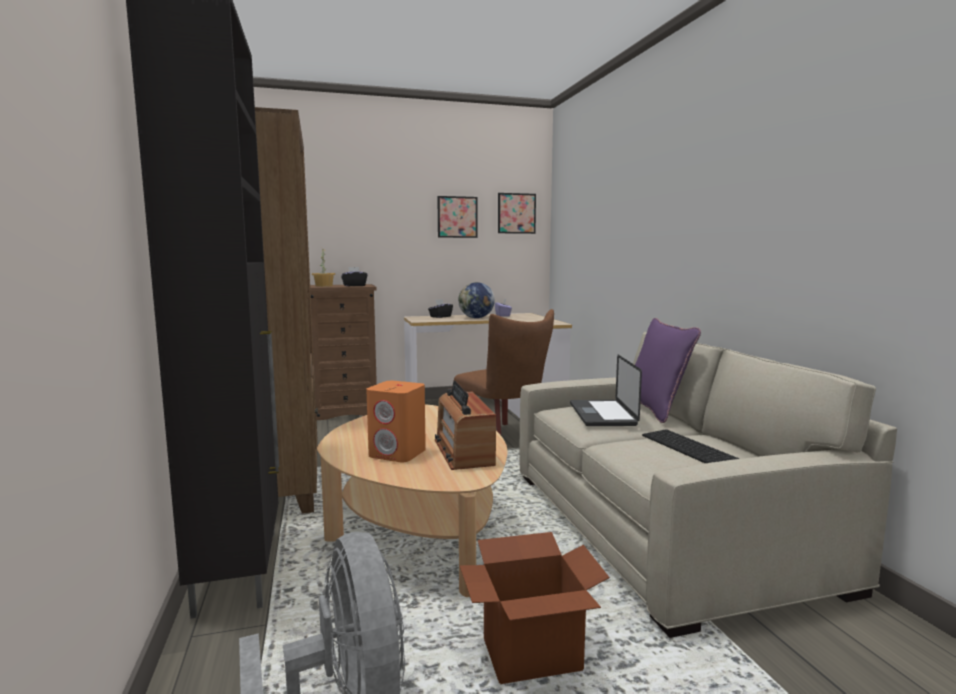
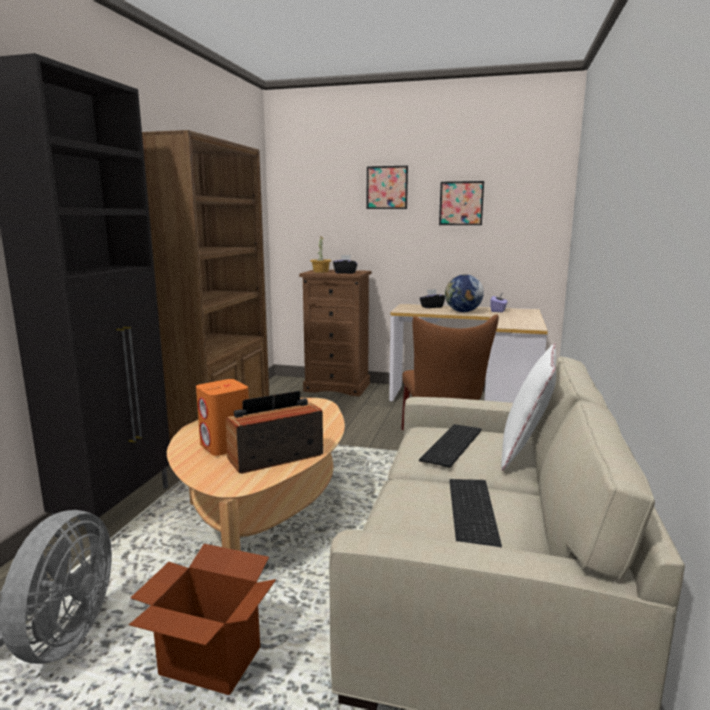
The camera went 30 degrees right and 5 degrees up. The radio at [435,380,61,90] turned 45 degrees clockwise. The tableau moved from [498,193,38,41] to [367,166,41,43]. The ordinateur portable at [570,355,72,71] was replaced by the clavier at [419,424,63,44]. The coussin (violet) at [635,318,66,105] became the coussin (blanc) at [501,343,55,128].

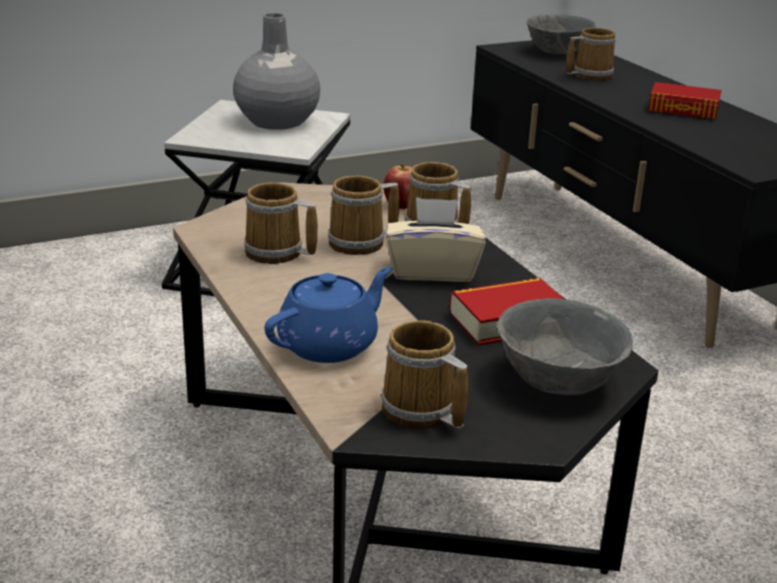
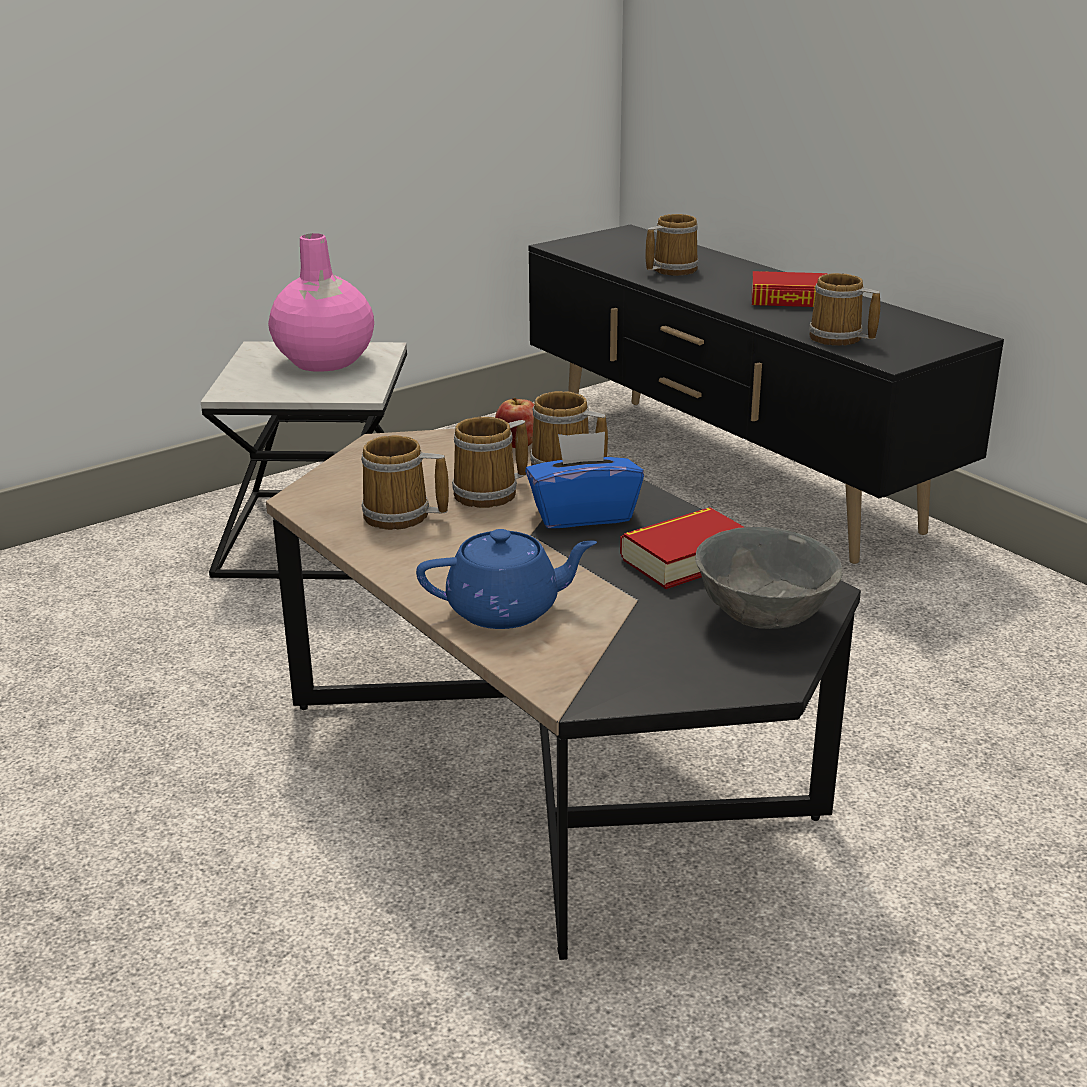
The camera went 10 degrees left and 0 degrees up. The vase (gris) at [233,13,87,117] became the vase (rose) at [268,233,106,139]. The théière (bleu) at [265,267,128,96] turned 45 degrees clockwise. The boîte à mouchoirs (beige) at [386,197,100,85] became the boîte à mouchoirs (bleu) at [525,432,119,96]. The mug moved from [381,320,87,109] to [809,273,71,73]. The bol (gris) at [527,14,69,40] disappeared.

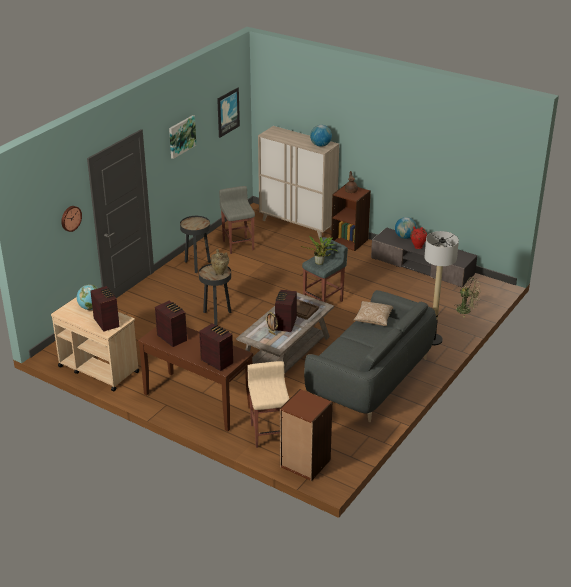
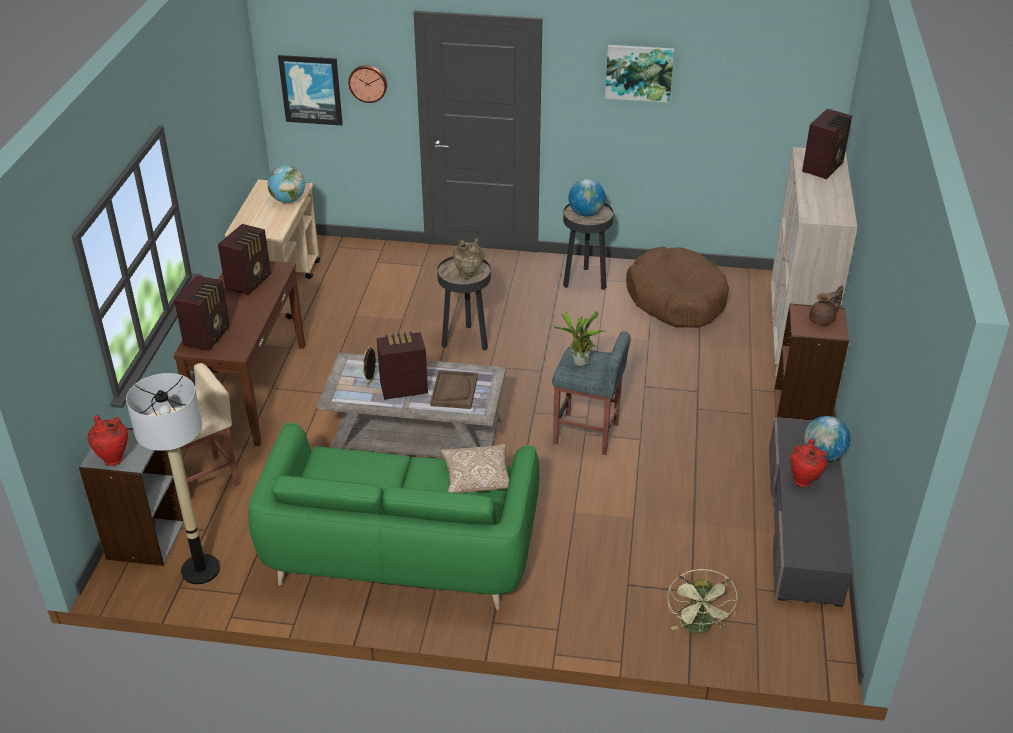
The camera went 65 degrees right and 5 degrees up. The bibliothèque (marron) at [280,389,52,92] became the bibliothèque (gris) at [79,428,105,138]. The vase (rouge) at [88,415,40,51] appeared. The lampadaire moved from [424,231,35,115] to [126,373,94,211]. The canapé (gris) at [304,290,133,132] became the canapé (vert) at [248,422,292,188]. The tableau moved from [217,88,23,50] to [278,55,65,71]. The globe moved from [310,125,22,22] to [568,179,38,37]. The tabouret (gris) at [219,186,36,68] was replaced by the panier pour chien (marron) at [626,246,103,82]. The radio moved from [90,286,30,46] to [802,109,50,70].

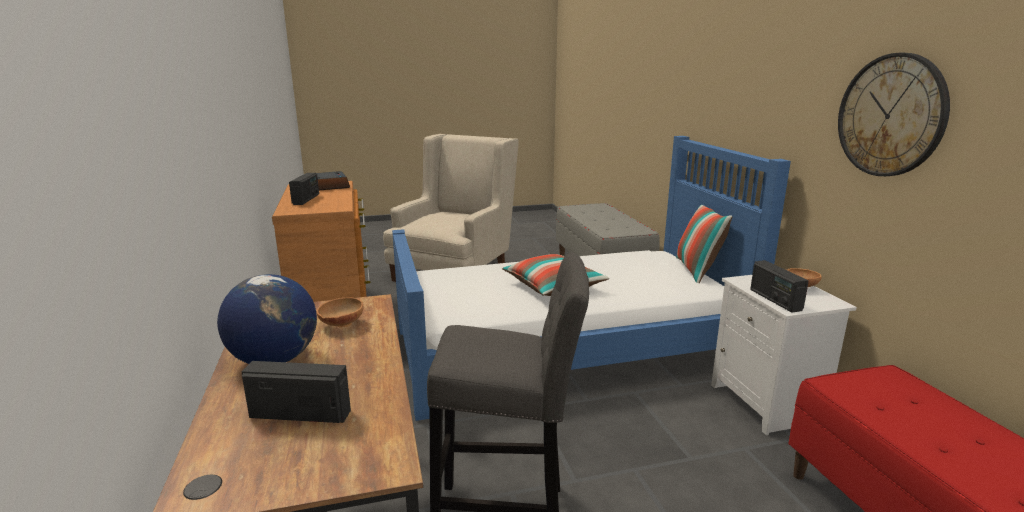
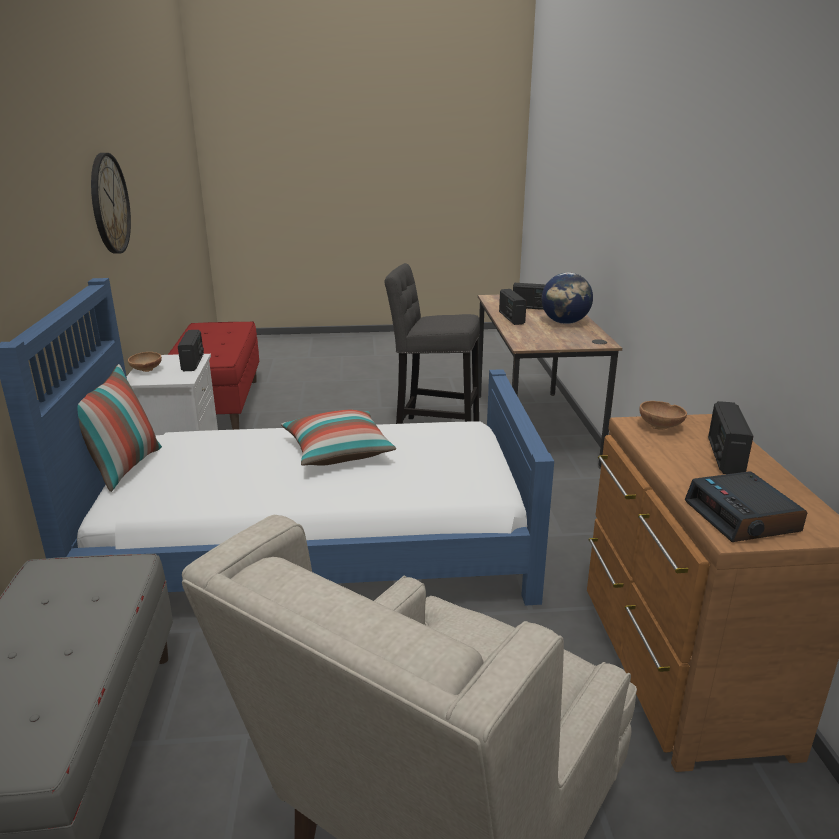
The camera went 170 degrees left and 5 degrees up. The radio at [499,289,28,36] appeared. The bol (marron) moved from [317,297,46,31] to [639,401,48,28].

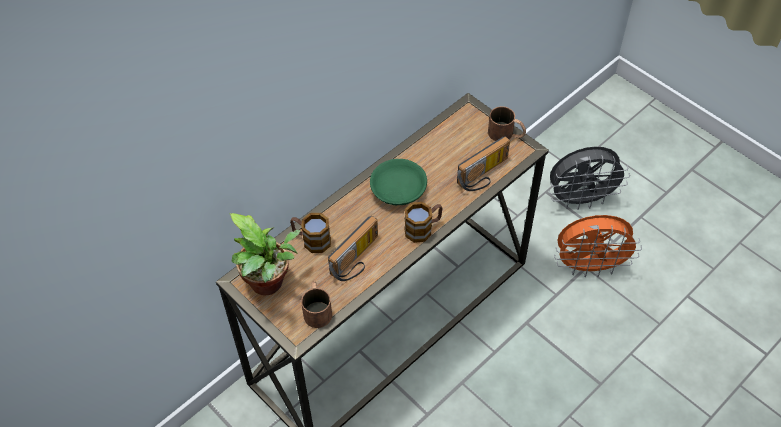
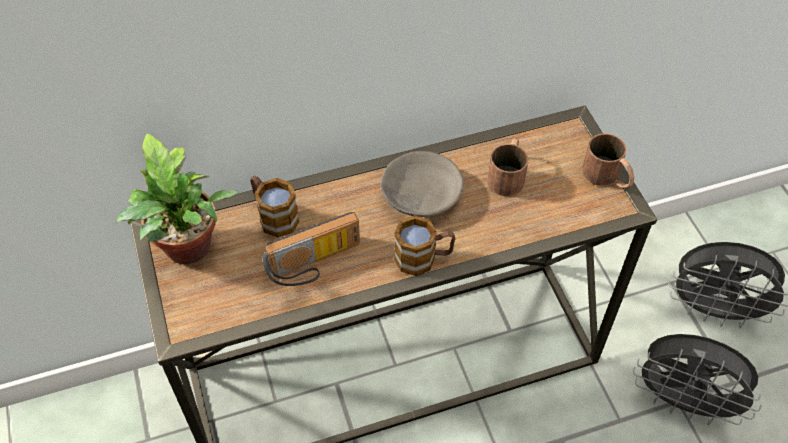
The camera went 25 degrees right and 0 degrees up. The bol (vert) at [370,159,57,46] became the bol (gris) at [381,151,83,66]. The mug (marron) moved from [301,281,31,47] to [487,138,42,58]. The ventilateur (orange) at [554,215,88,62] became the ventilateur (gris) at [633,334,129,92]. The radio at [457,136,53,55] disappeared.

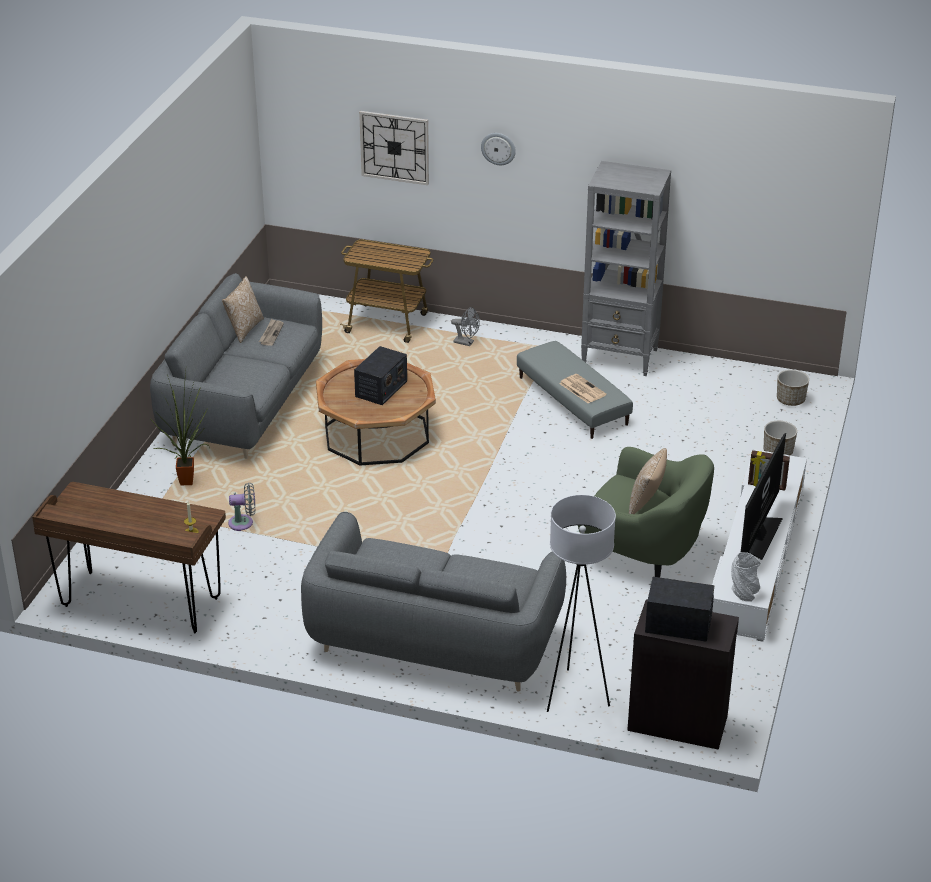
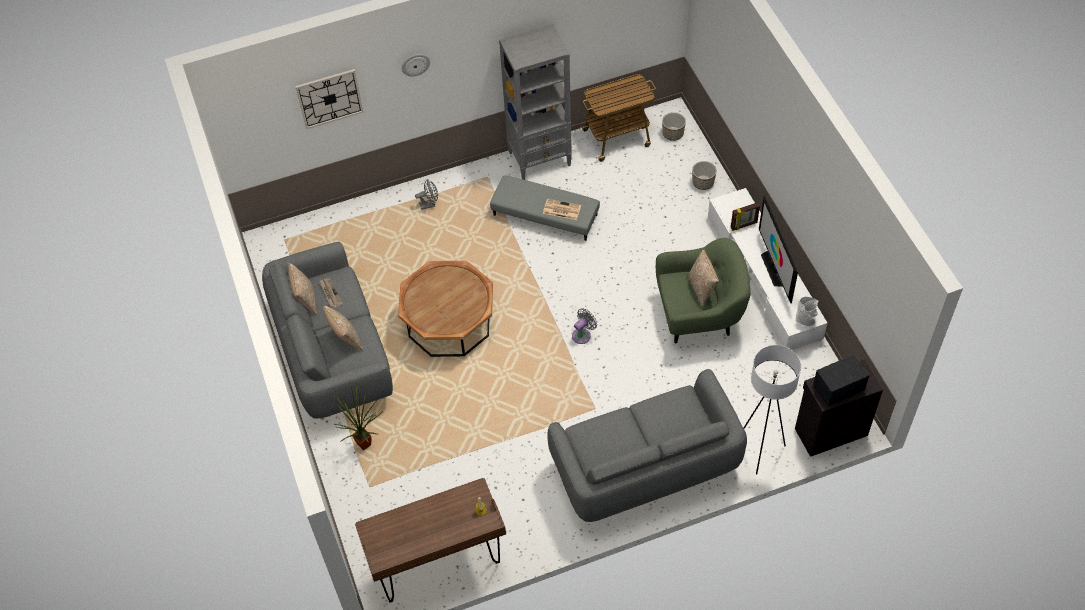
The camera went 35 degrees left and 20 degrees up. The coussin at [323,306,40,45] appeared. The ventilateur (gris) moved from [228,483,27,48] to [572,308,25,36]. The chariot moved from [340,239,93,104] to [580,74,76,88]. The radio at [354,346,53,59] disappeared.

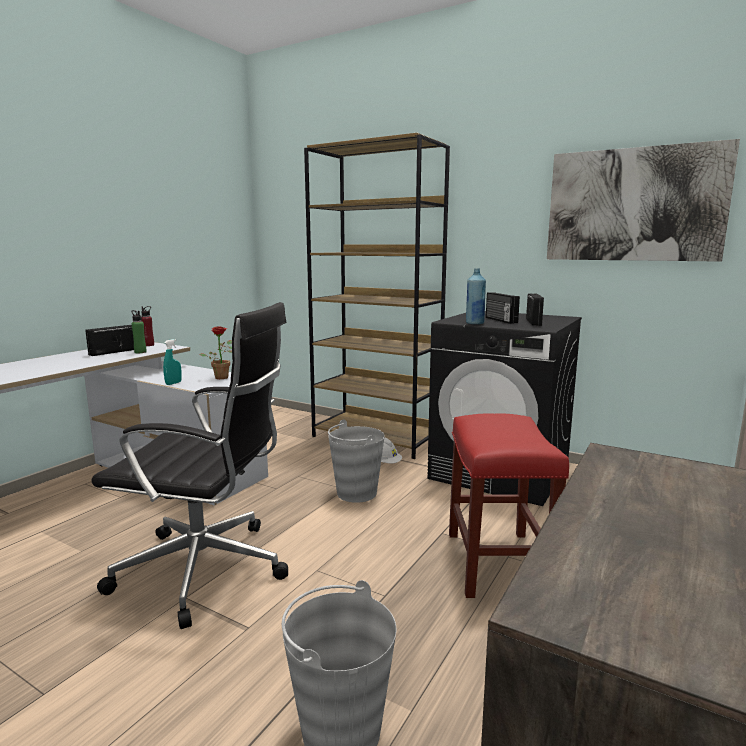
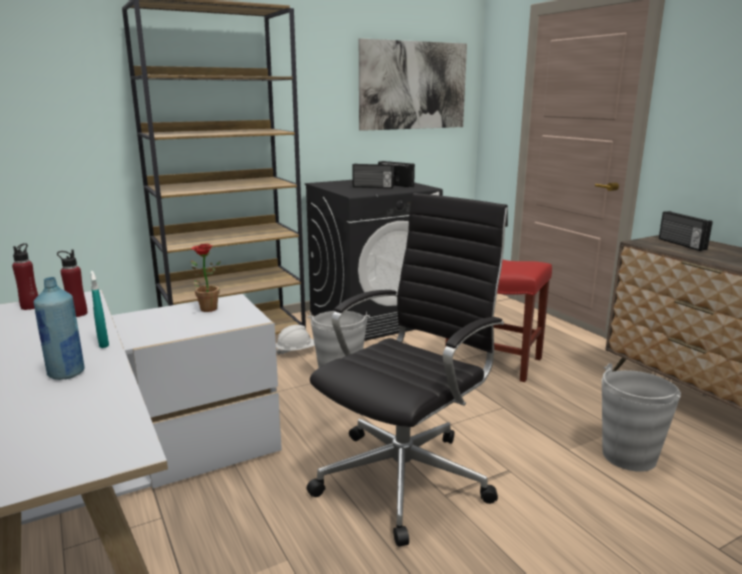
The camera went 60 degrees left and 5 degrees up. The bouteille (bleu) moved from [466,268,20,56] to [34,277,50,103]. The bouteille (vert) at [131,310,16,43] became the bouteille (rouge) at [57,250,30,67]. The vaporisateur (turquoise) moved from [163,339,19,46] to [90,271,19,77]. The radio moved from [85,325,49,31] to [659,211,53,40].

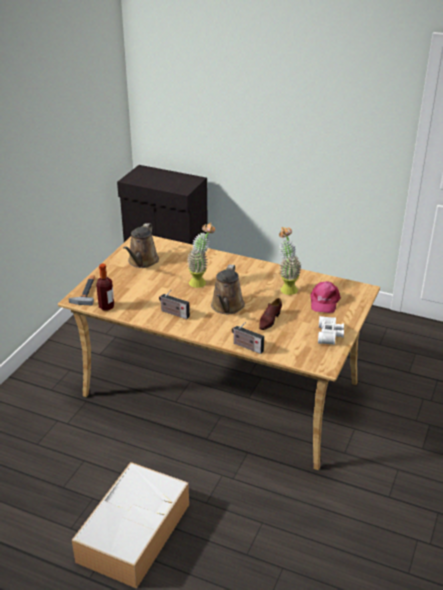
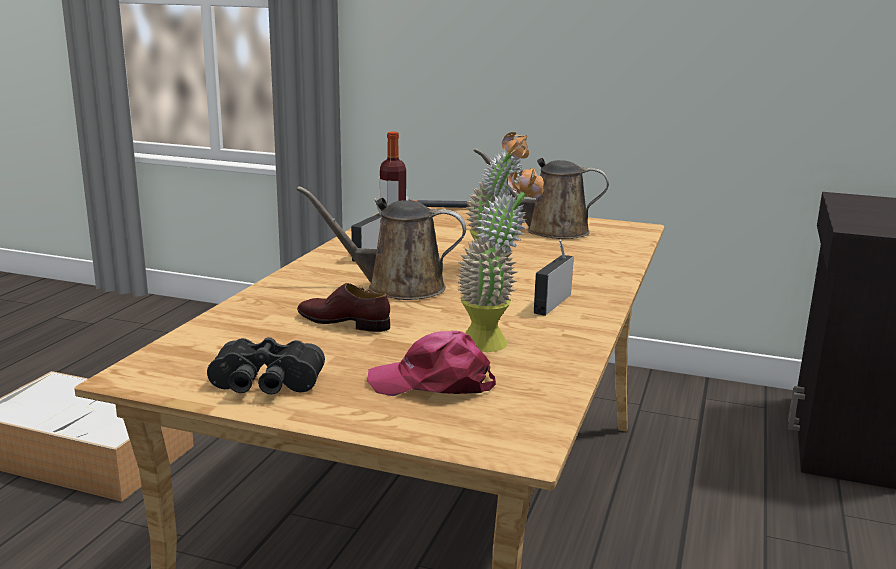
The camera went 85 degrees right and 15 degrees down. The jumelles (blanc) at [318,316,26,29] became the jumelles (noir) at [207,337,118,58]. The radio moved from [232,322,32,32] to [534,240,40,76].

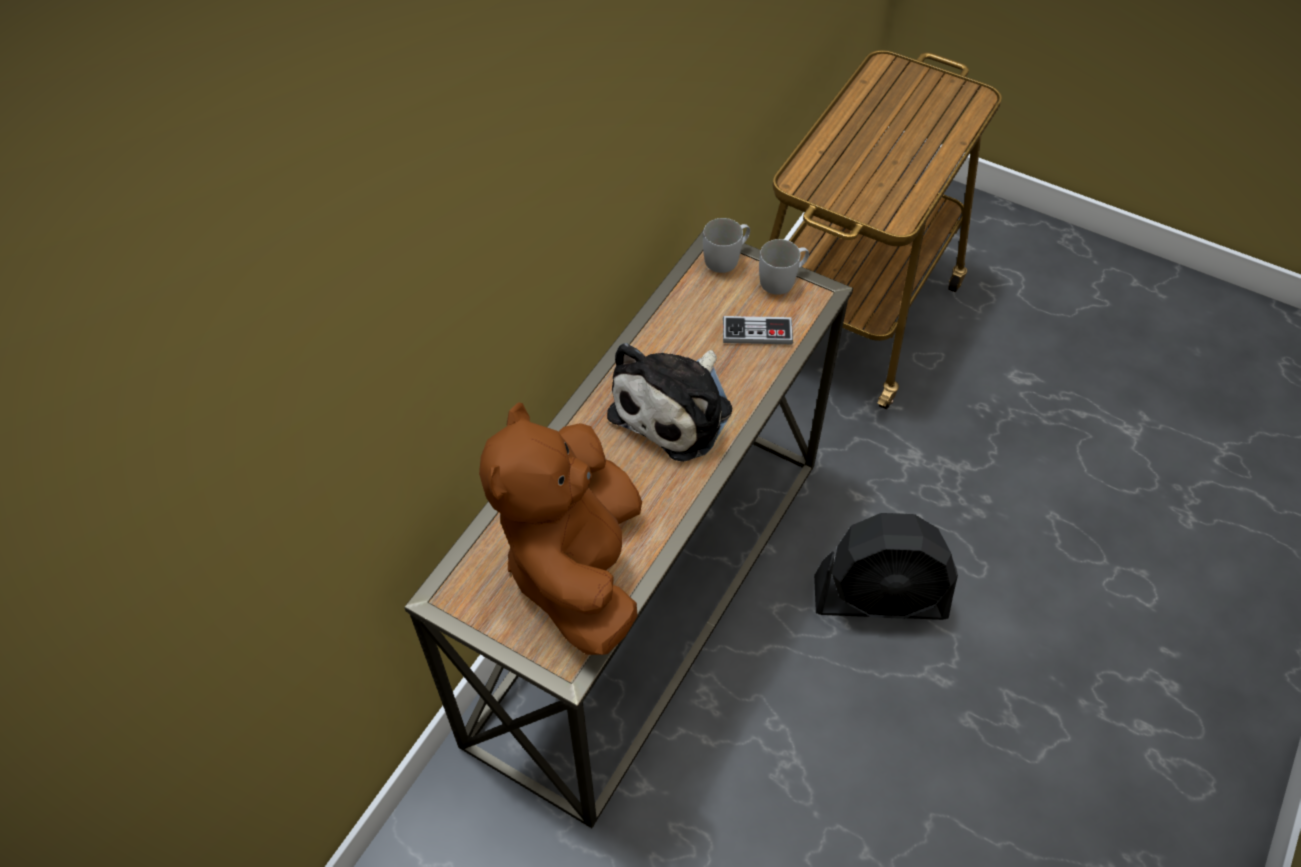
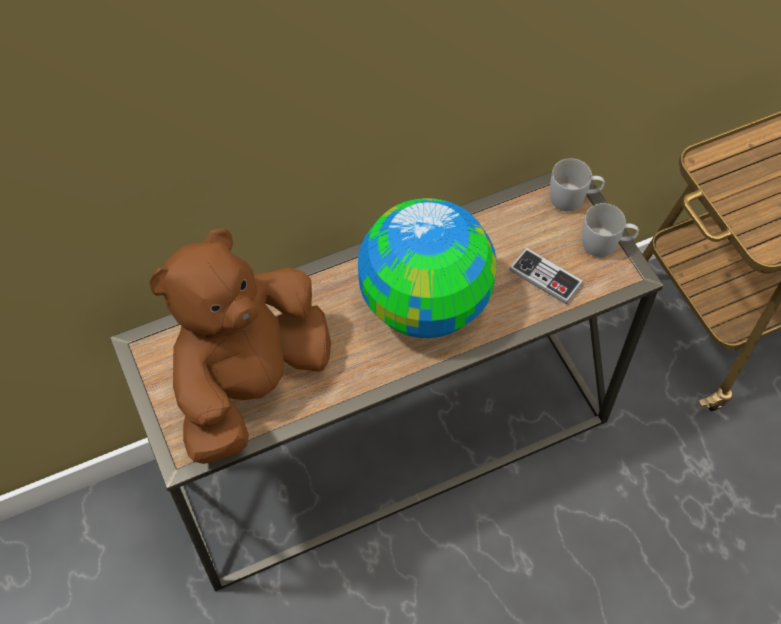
The camera went 35 degrees right and 5 degrees up. The peluche at [607,343,125,119] was replaced by the globe at [358,198,139,140]. The ventilateur (noir) at [814,513,144,107] disappeared.

